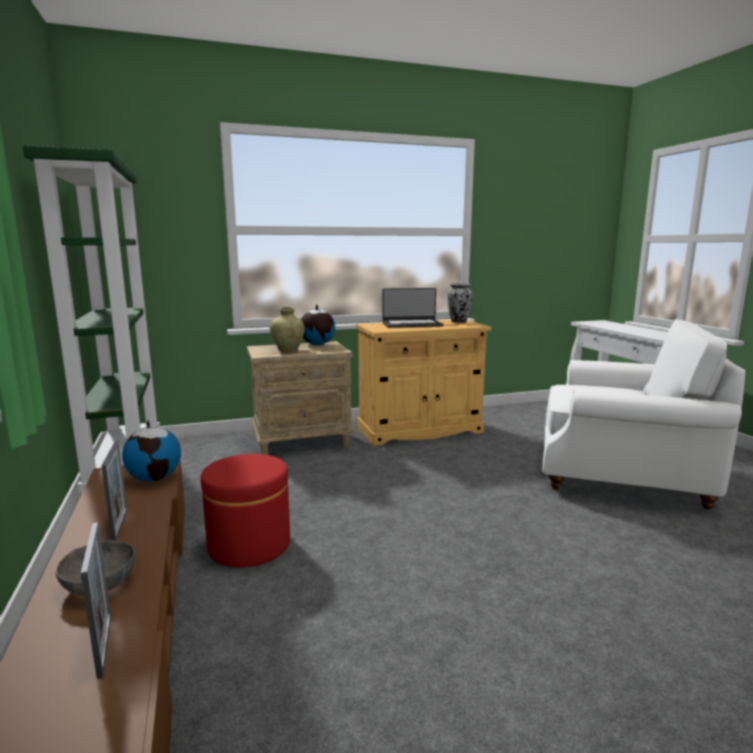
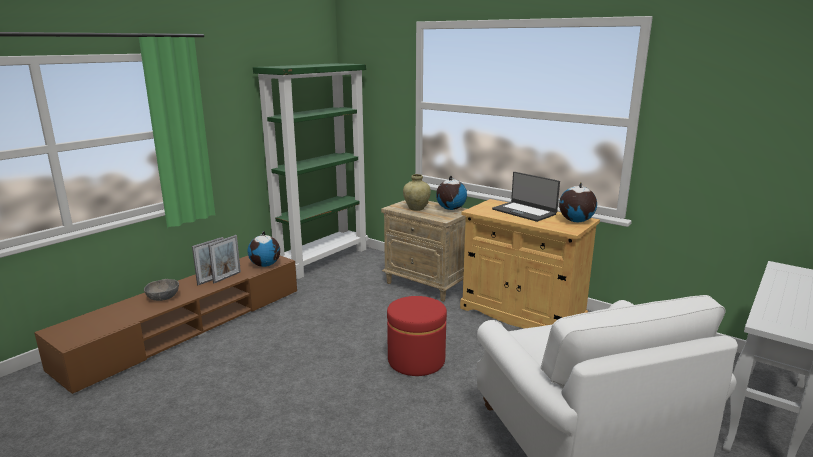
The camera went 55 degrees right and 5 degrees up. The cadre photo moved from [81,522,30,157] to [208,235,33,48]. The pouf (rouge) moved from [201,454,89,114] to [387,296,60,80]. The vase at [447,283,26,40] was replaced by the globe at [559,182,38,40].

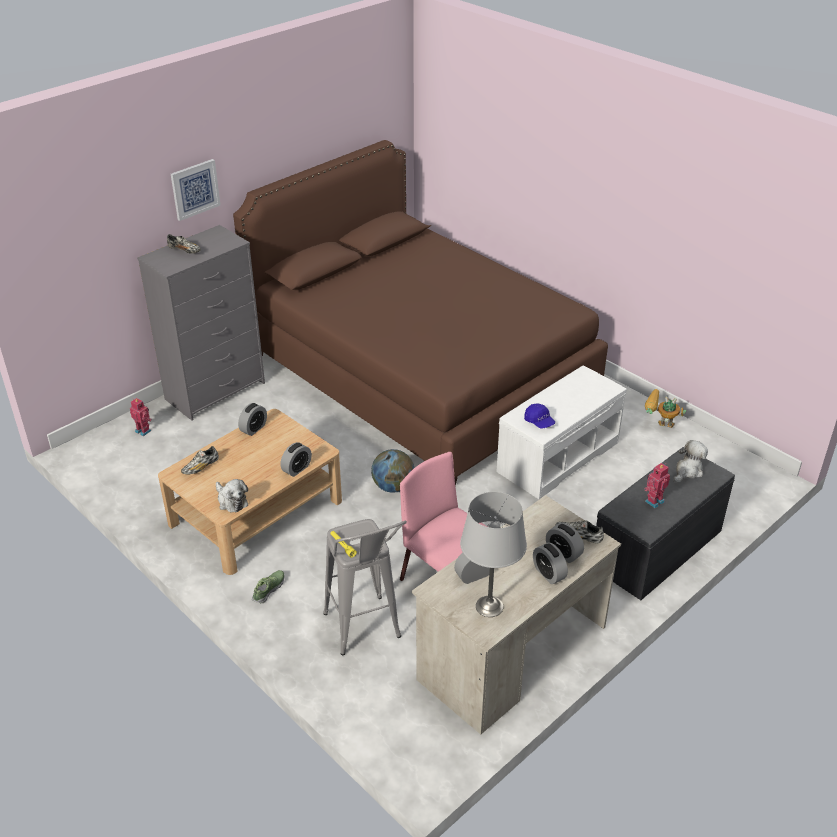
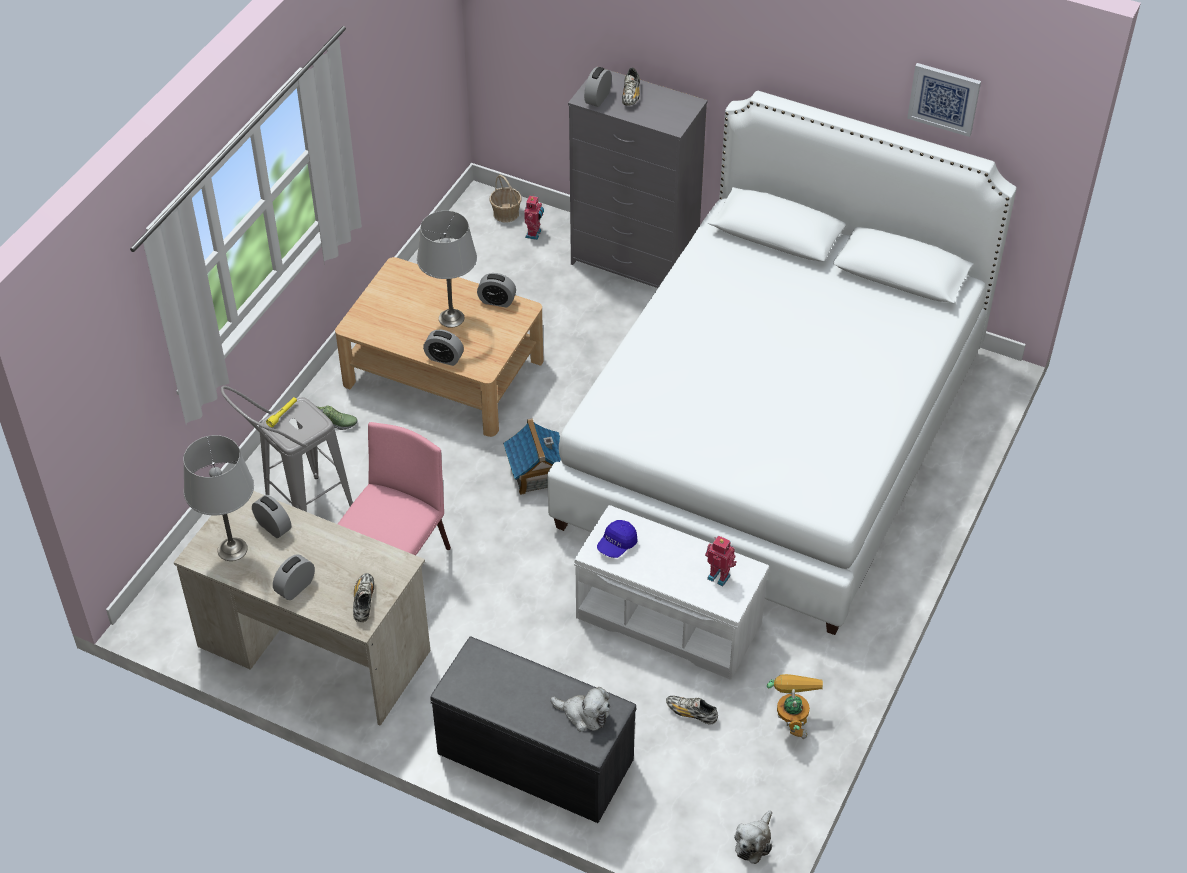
The camera went 70 degrees right and 10 degrees up. The lampe de table (gris) at [417,211,60,117] appeared. The panier at [490,175,32,47] appeared. The globe at [371,449,43,44] was replaced by the maison miniature at [503,418,58,77]. The lit (marron) at [233,140,375,346] became the lit (blanc) at [547,91,470,544]. The réveil moved from [546,523,38,40] to [584,67,28,40]. The chaussure moved from [181,446,38,28] to [666,696,52,29]. The robot jouet moved from [644,463,26,45] to [705,535,32,51]. The peluche moved from [216,479,32,33] to [734,810,38,54]. The tableau moved from [171,159,50,62] to [907,63,74,74].

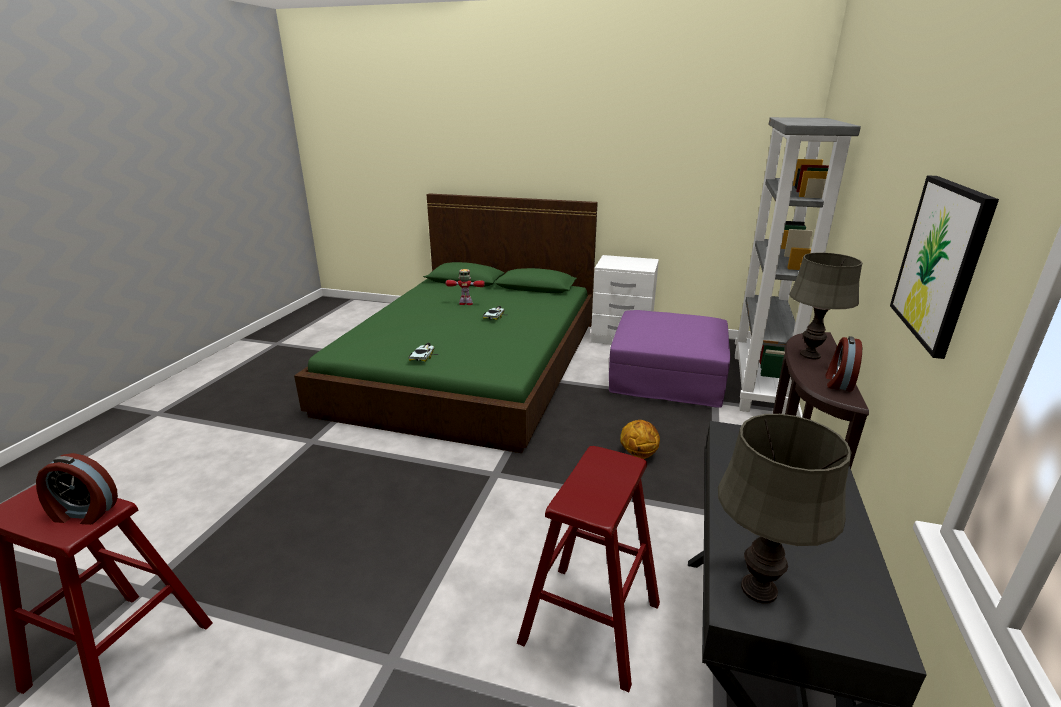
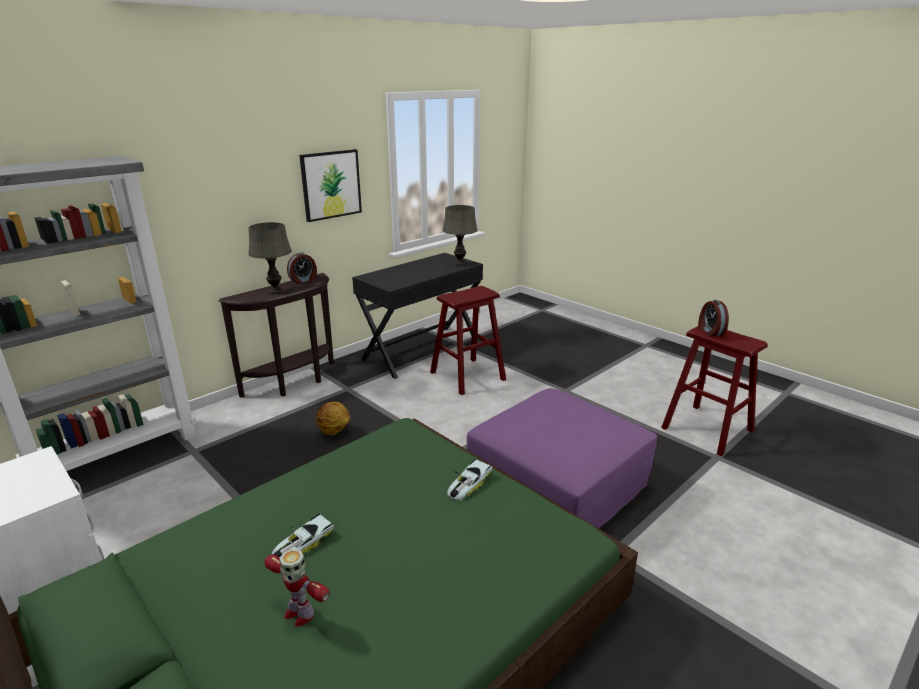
The camera went 150 degrees left and 0 degrees up. The pouf (violet) moved from [609,310,121,98] to [467,388,190,140]. The réveil at [36,453,82,72] turned 135 degrees counterclockwise.

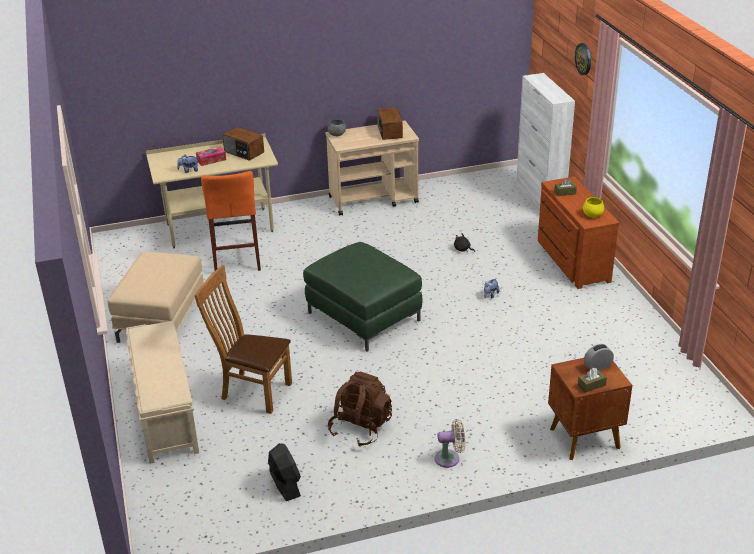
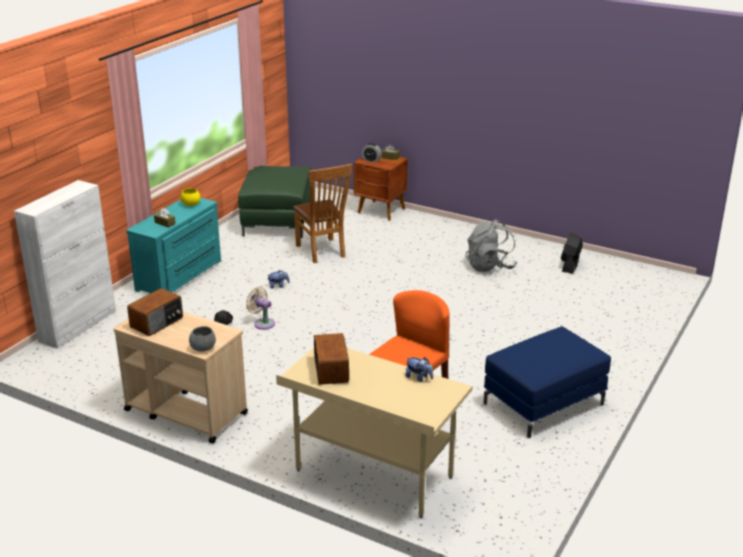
The camera went 135 degrees left and 5 degrees down. The commode (marron) at [538,176,82,113] became the commode (turquoise) at [126,198,95,95]. The pouf (vert) moved from [303,242,120,109] to [238,166,73,72]. The ventilateur (beige) moved from [434,419,32,49] to [246,287,29,43]. The chaise (marron) moved from [194,265,98,149] to [293,164,59,99]. The sac à dos (marron) at [328,372,64,75] became the sac à dos (gris) at [465,219,52,53]. The pouf (beige) at [107,252,97,91] became the pouf (bleu) at [483,326,128,112]. The banc (beige) at [126,321,73,143] disappeared. The boîte à mouchoirs at [196,147,30,19] disappeared. The horloge murale at [575,43,16,32] disappeared.

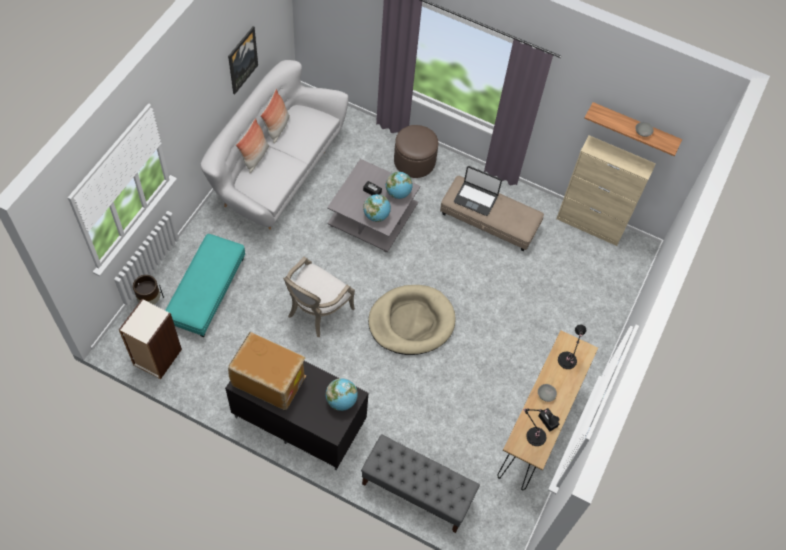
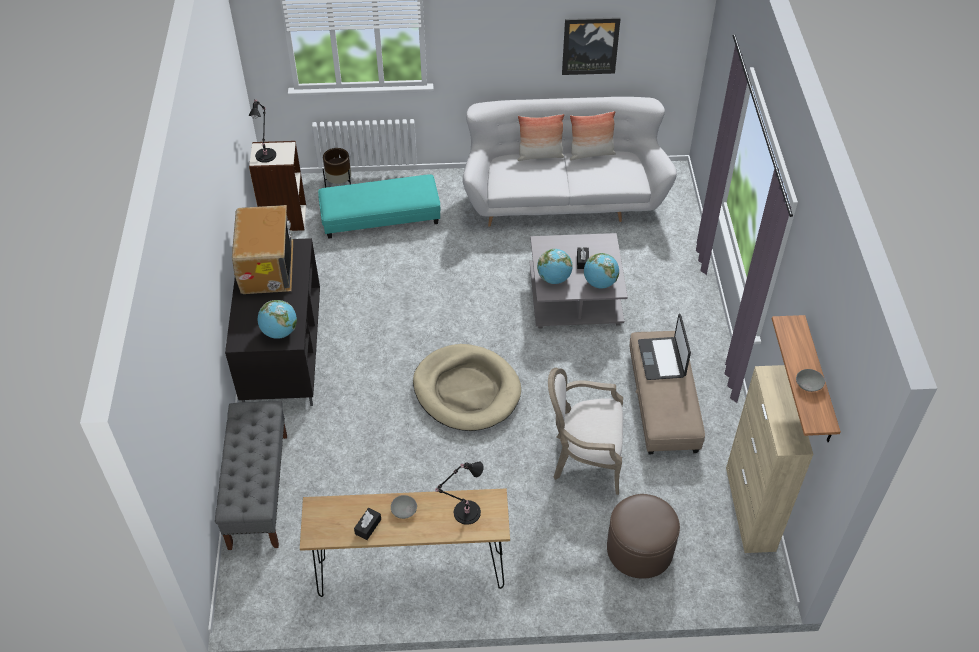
The camera went 65 degrees right and 10 degrees down. The lampe de table (noir) moved from [523,408,36,38] to [248,99,28,64]. The fauteuil moved from [283,257,72,80] to [548,368,75,127]. The pouf (marron) moved from [394,125,44,53] to [607,494,73,85].

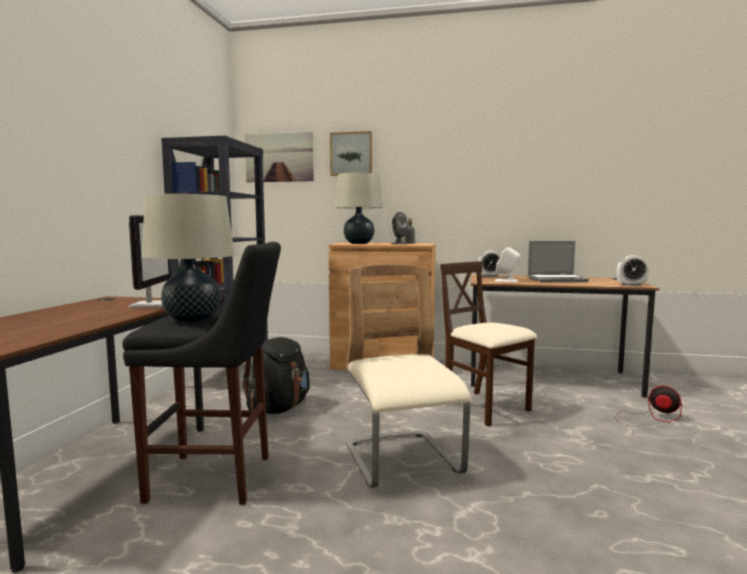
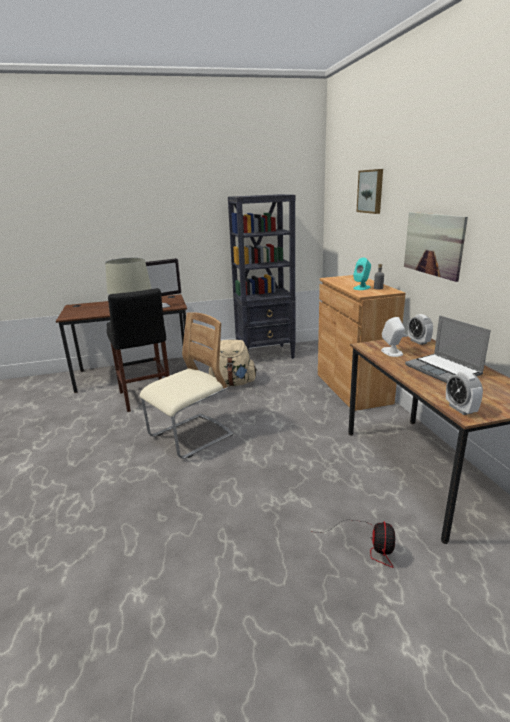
The camera went 65 degrees right and 15 degrees up. The sac à dos (noir) at [242,337,68,77] became the sac à dos (beige) at [208,340,49,46]. The enceinte (gris) at [391,212,18,33] became the enceinte (turquoise) at [353,258,18,32]. The tableau moved from [245,132,69,50] to [404,212,64,70]. The lampe de table (beige) at [335,173,48,71] disappeared. The chaise (beige) at [440,261,97,166] disappeared.

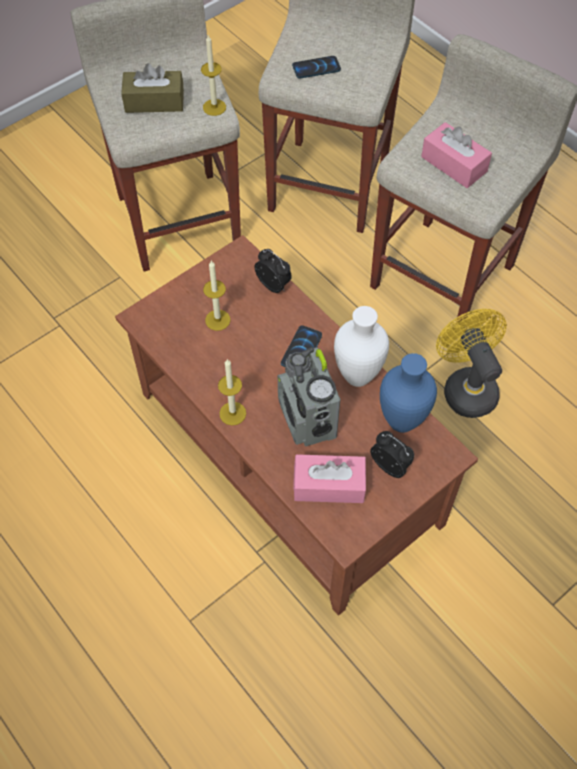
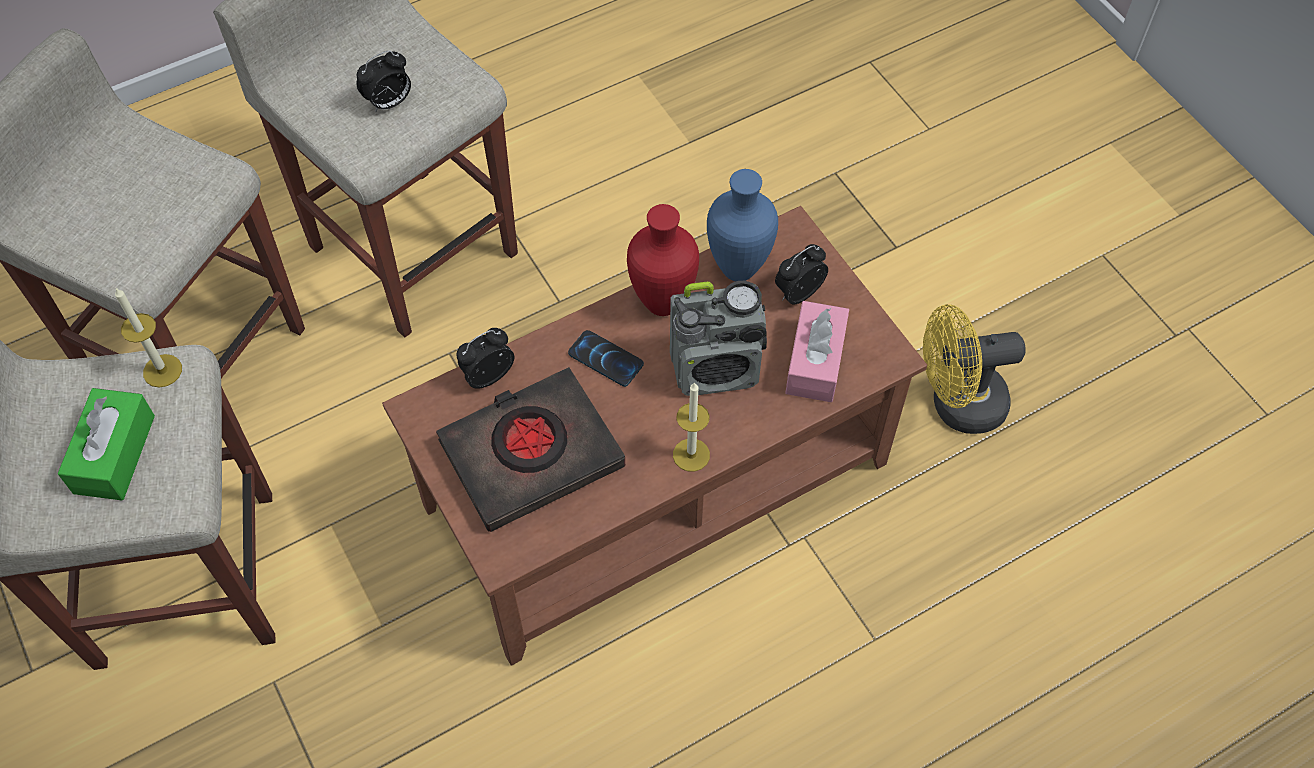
The camera went 80 degrees left and 0 degrees up. The boîte à mouchoirs (marron) at [121,63,63,50] became the boîte à mouchoirs (vert) at [58,388,97,112]. The boîte à mouchoirs (rose) at [421,122,71,66] was replaced by the réveil at [357,50,54,62]. The bougie at [203,261,28,70] was replaced by the livre (noir) at [436,367,189,165]. The vase (blanc) at [334,306,55,81] became the vase (rouge) at [627,204,72,112]. The ventilateur (jaune) moved from [436,309,71,109] to [923,304,103,130]. The téléphone at [292,56,49,23] disappeared.

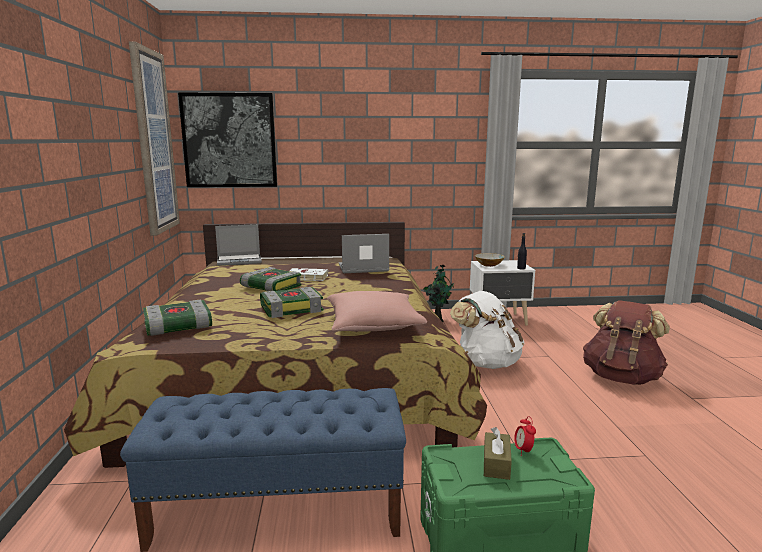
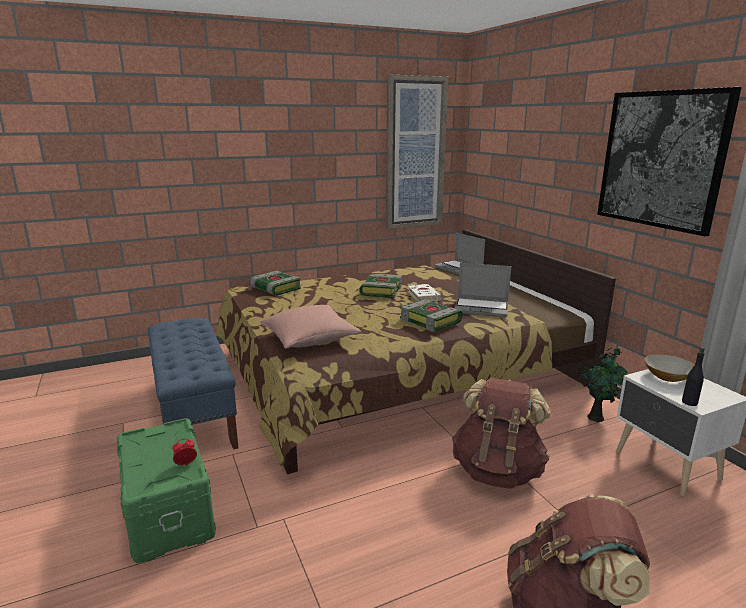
The camera went 70 degrees right and 5 degrees up. The livre moved from [260,287,63,31] to [400,299,63,33]. The sac à dos (blanc) at [450,291,74,78] became the sac à dos (marron) at [452,378,98,111]. The ordinateur portable at [339,234,50,39] turned 135 degrees clockwise. The tableau moved from [178,92,99,95] to [597,87,145,150]. The boîte à mouchoirs (marron) at [484,427,28,53] disappeared.

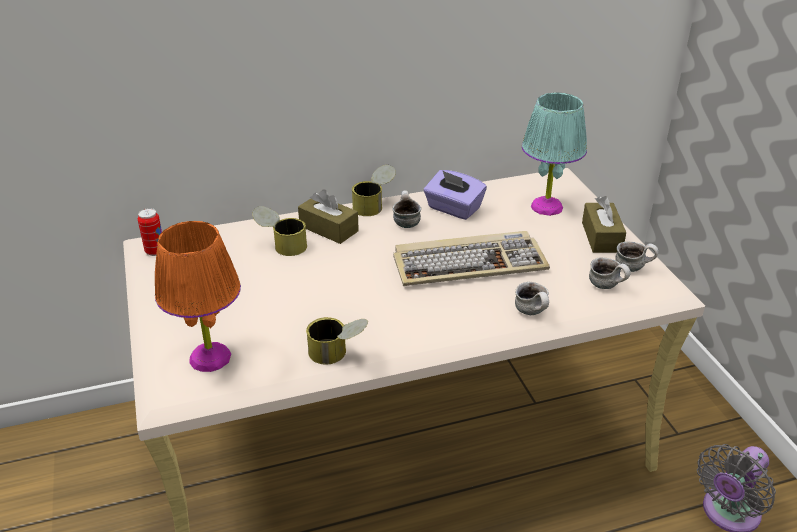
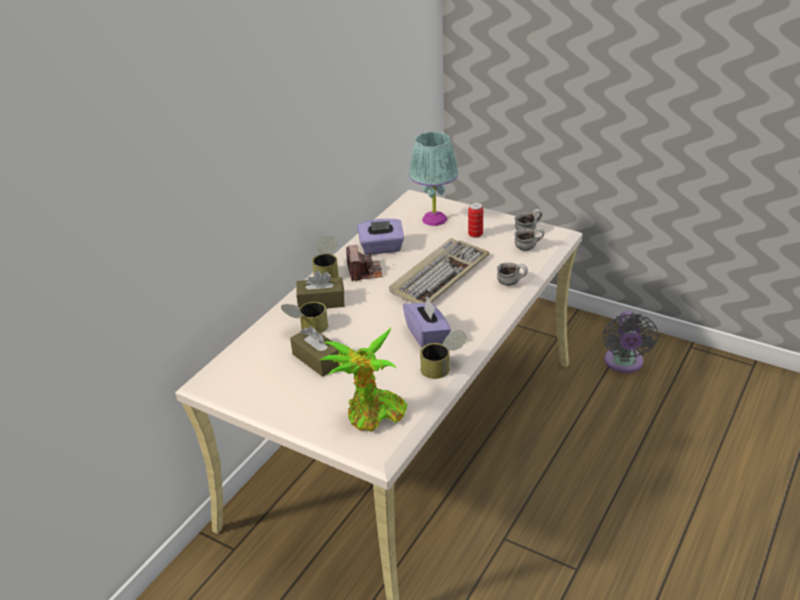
The camera went 40 degrees left and 0 degrees up. The boîte à mouchoirs (marron) moved from [582,196,44,57] to [290,326,52,51]. The lampe de table (orange) at [155,221,86,151] was replaced by the plante en pot at [320,328,88,103]. The mug at [392,190,29,38] was replaced by the appareil photo at [346,245,36,37]. The boîte à mouchoirs (violet) at [403,298,48,50] appeared. The boîte métallique moved from [138,208,24,48] to [468,202,15,36].

